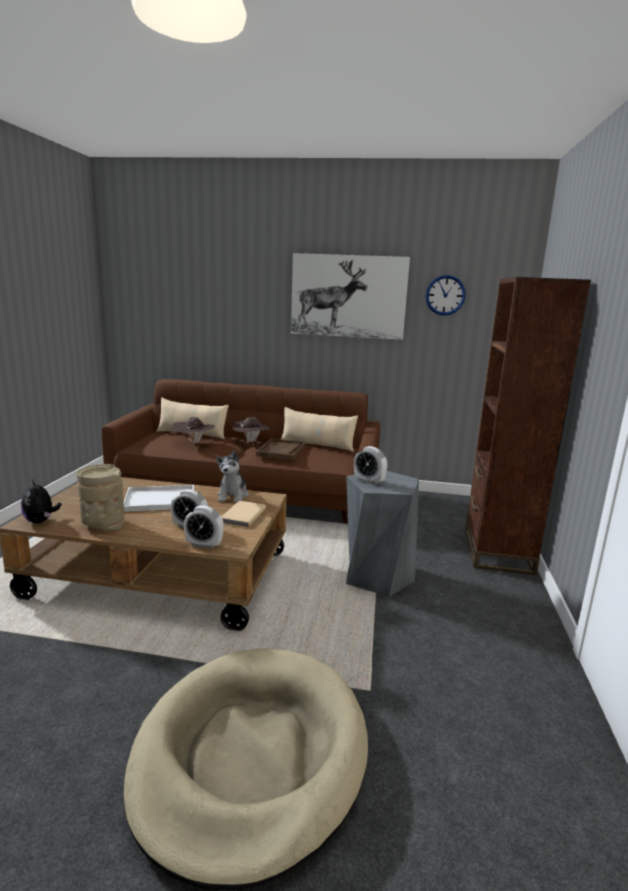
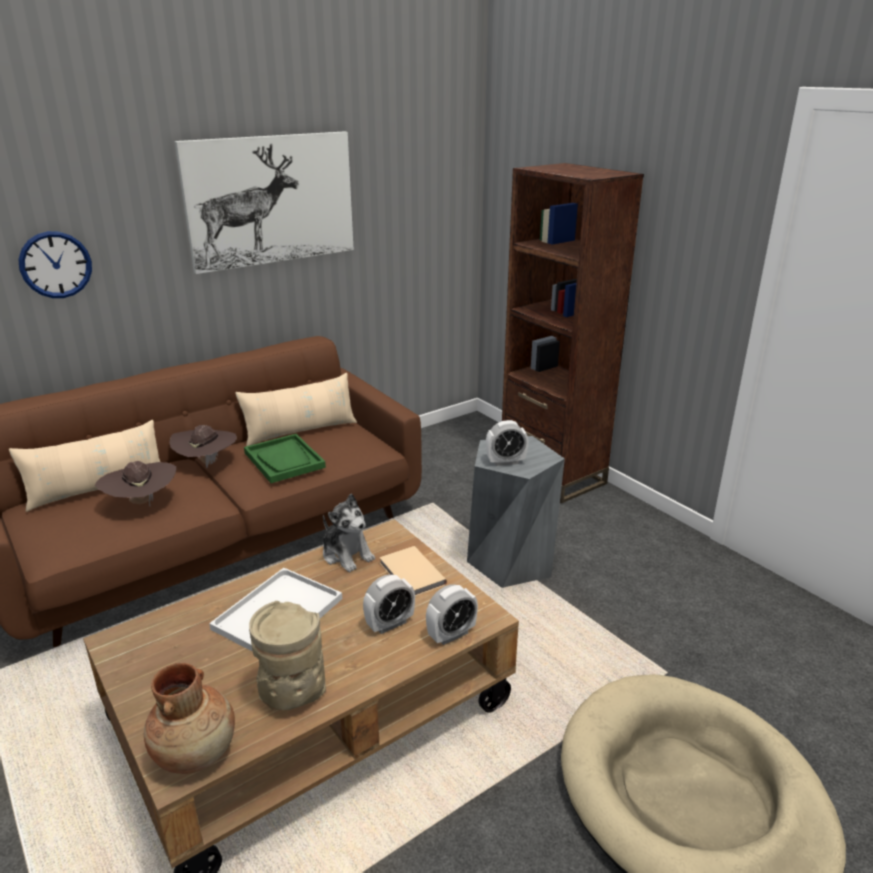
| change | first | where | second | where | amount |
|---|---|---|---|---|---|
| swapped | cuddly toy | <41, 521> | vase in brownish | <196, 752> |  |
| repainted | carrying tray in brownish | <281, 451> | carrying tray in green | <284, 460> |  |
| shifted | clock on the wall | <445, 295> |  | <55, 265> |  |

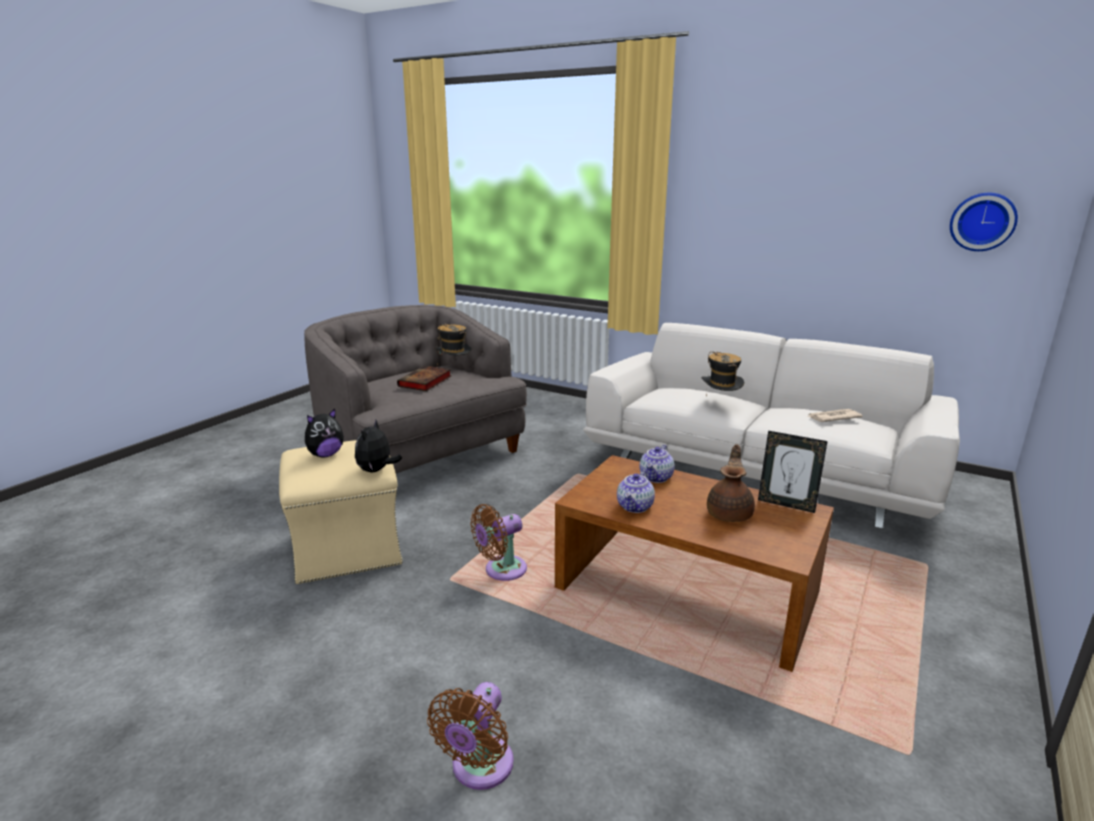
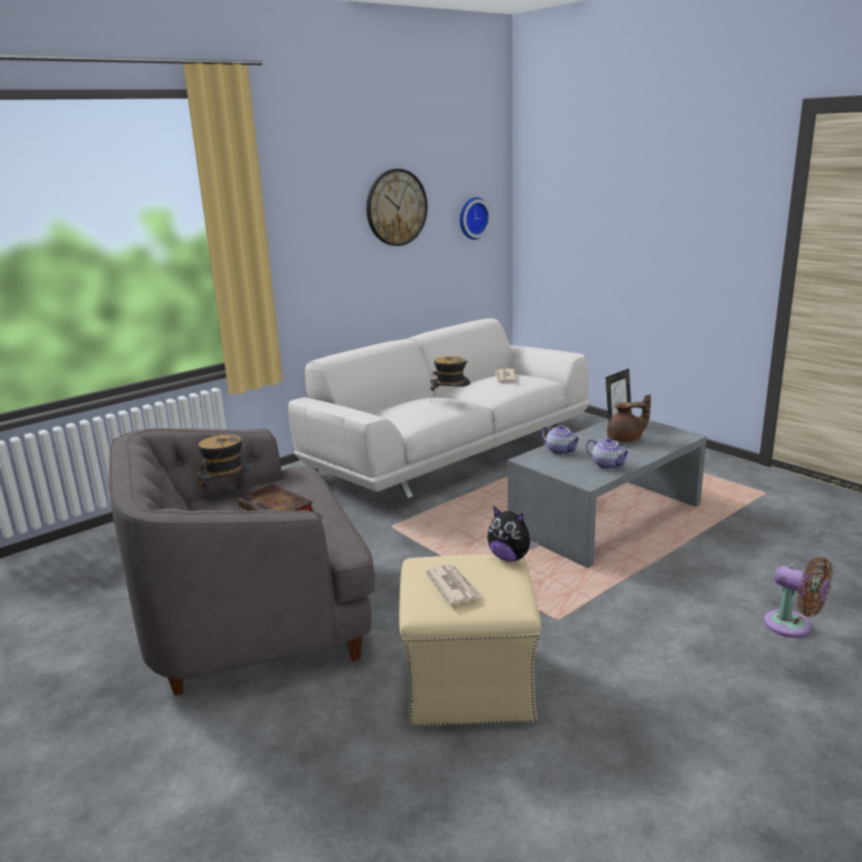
| change | first | where | second | where | amount |
|---|---|---|---|---|---|
| swapped | cuddly toy | <325, 455> | printed paper | <453, 586> |  |
| gone | electric fan in brownish | <501, 570> |  |  |  |
| repainted | lounge table in brownish | <686, 589> | lounge table in grey | <605, 517> |  |
| rotated | teapot in brownish | <730, 513> |  | <626, 439> | 135 degrees clockwise |
| new |  |  | clock on the wall | <396, 207> |  |

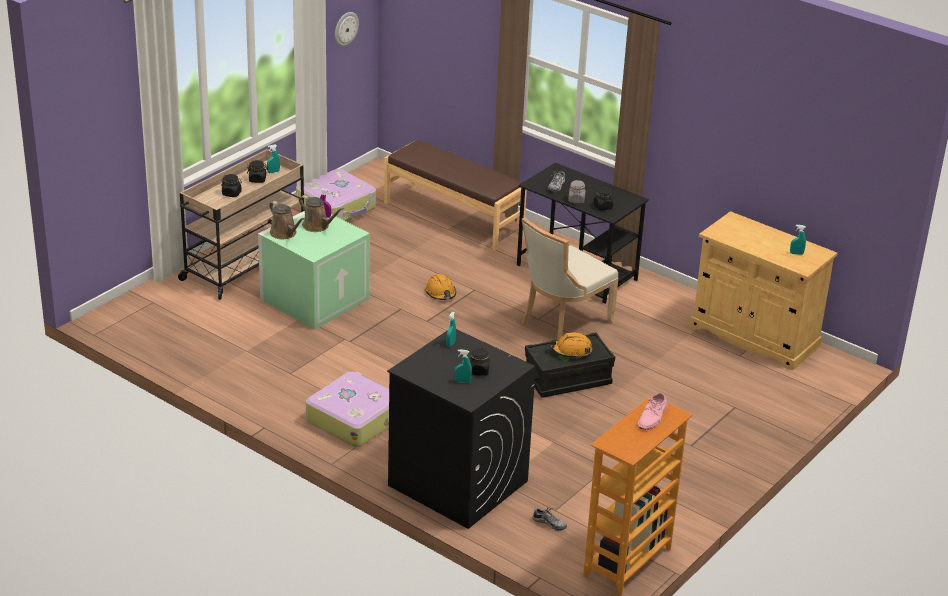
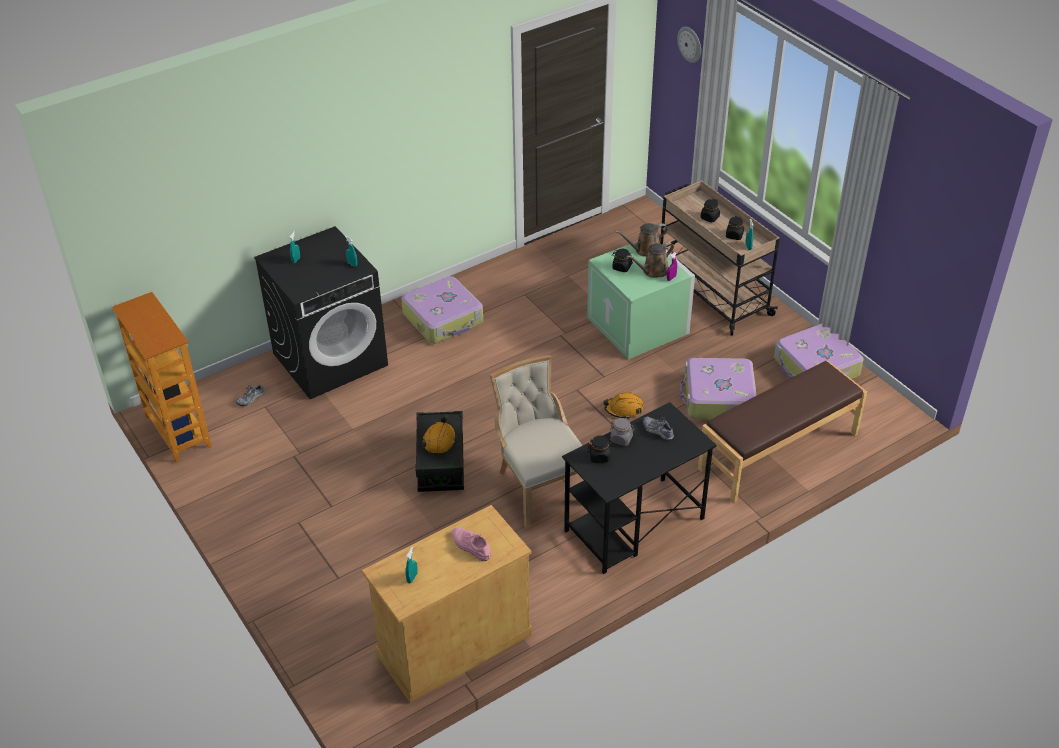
| change | first | where | second | where | amount |
|---|---|---|---|---|---|
| shifted | clock on the wall | <345, 28> |  | <690, 44> |  |
| shifted | preserve jar in black-coloured | <479, 371> |  | <621, 267> |  |
| shifted | low shoe in pinkish | <652, 417> |  | <470, 546> |  |
| new |  |  | travel case | <718, 398> |  |

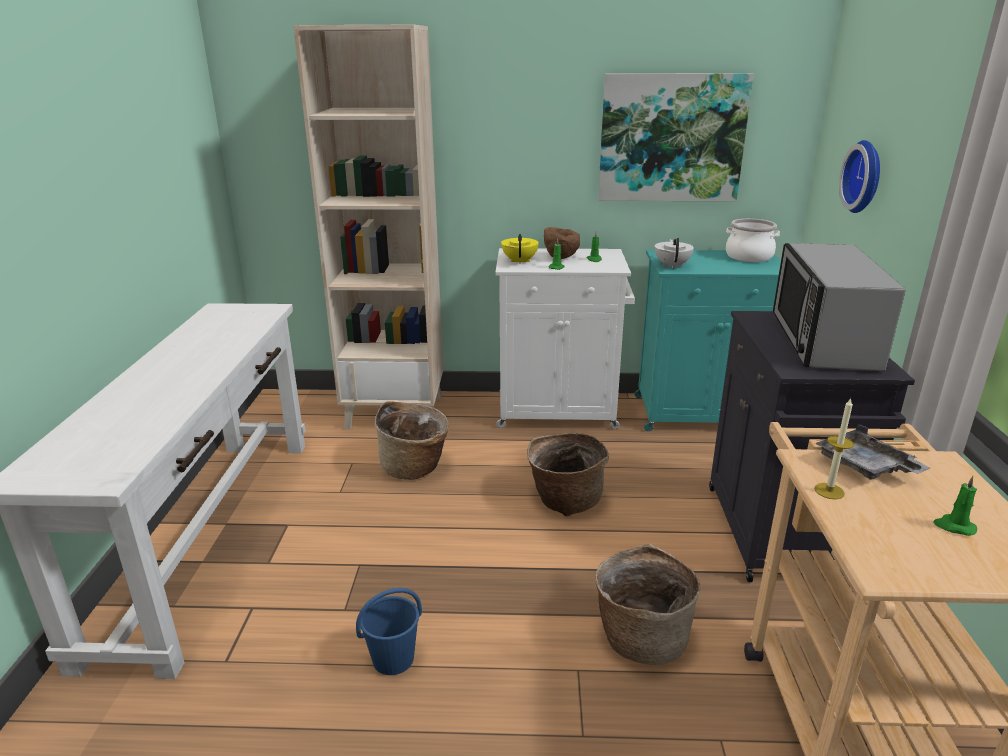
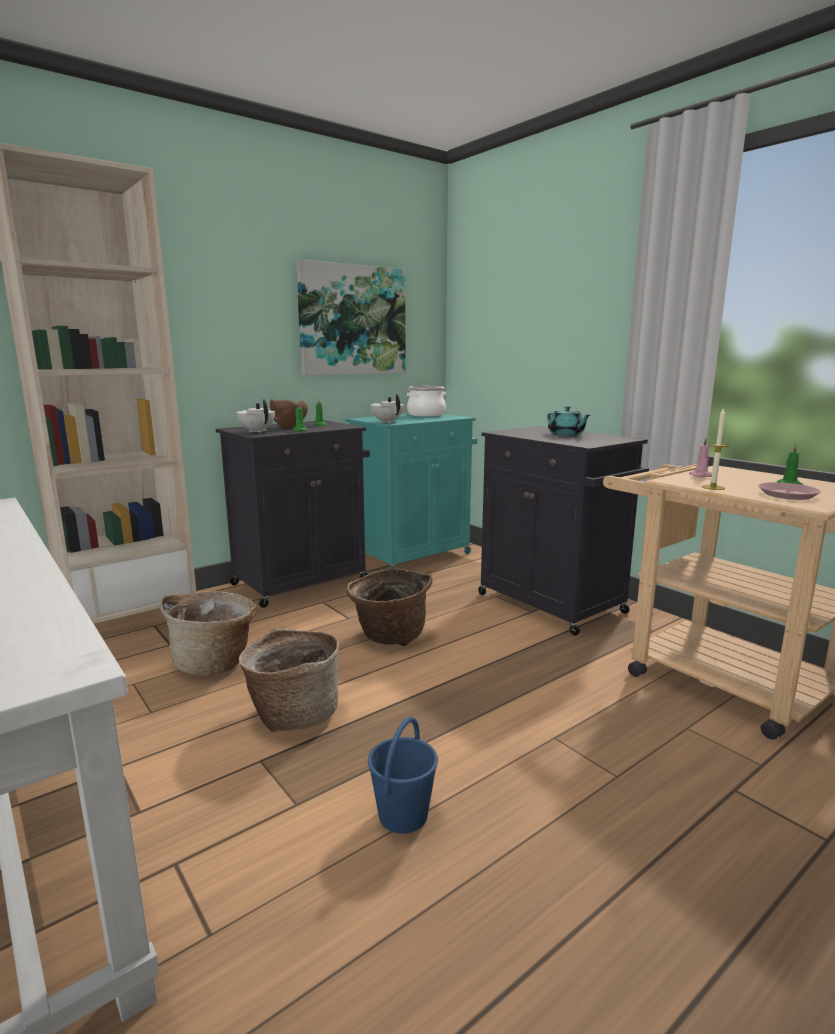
| change | first | where | second | where | amount |
|---|---|---|---|---|---|
| repainted | cupboard in white-coloured | <559, 411> | cupboard in black-coloured | <302, 581> |  |
| repainted | teapot in yellowish | <520, 261> | teapot in white-coloured | <257, 431> |  |
| shifted | storage basket | <641, 637> |  | <293, 714> |  |
| swapped | kitchen microwave | <822, 341> | teapot in blue-green | <566, 434> |  |
| swapped | carrying tray in grey | <865, 466> | wax light in pinkish | <702, 475> |  |
| gone | clock on the wall | <865, 177> |  |  |  |
| new |  |  | flat dish in pinkish | <787, 495> |  |

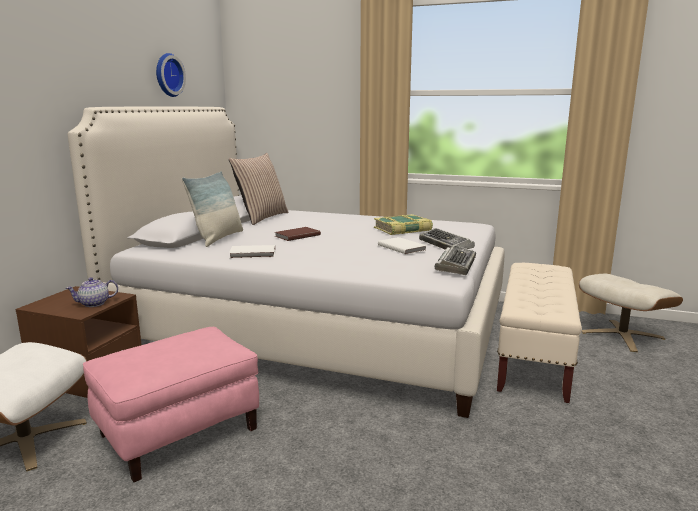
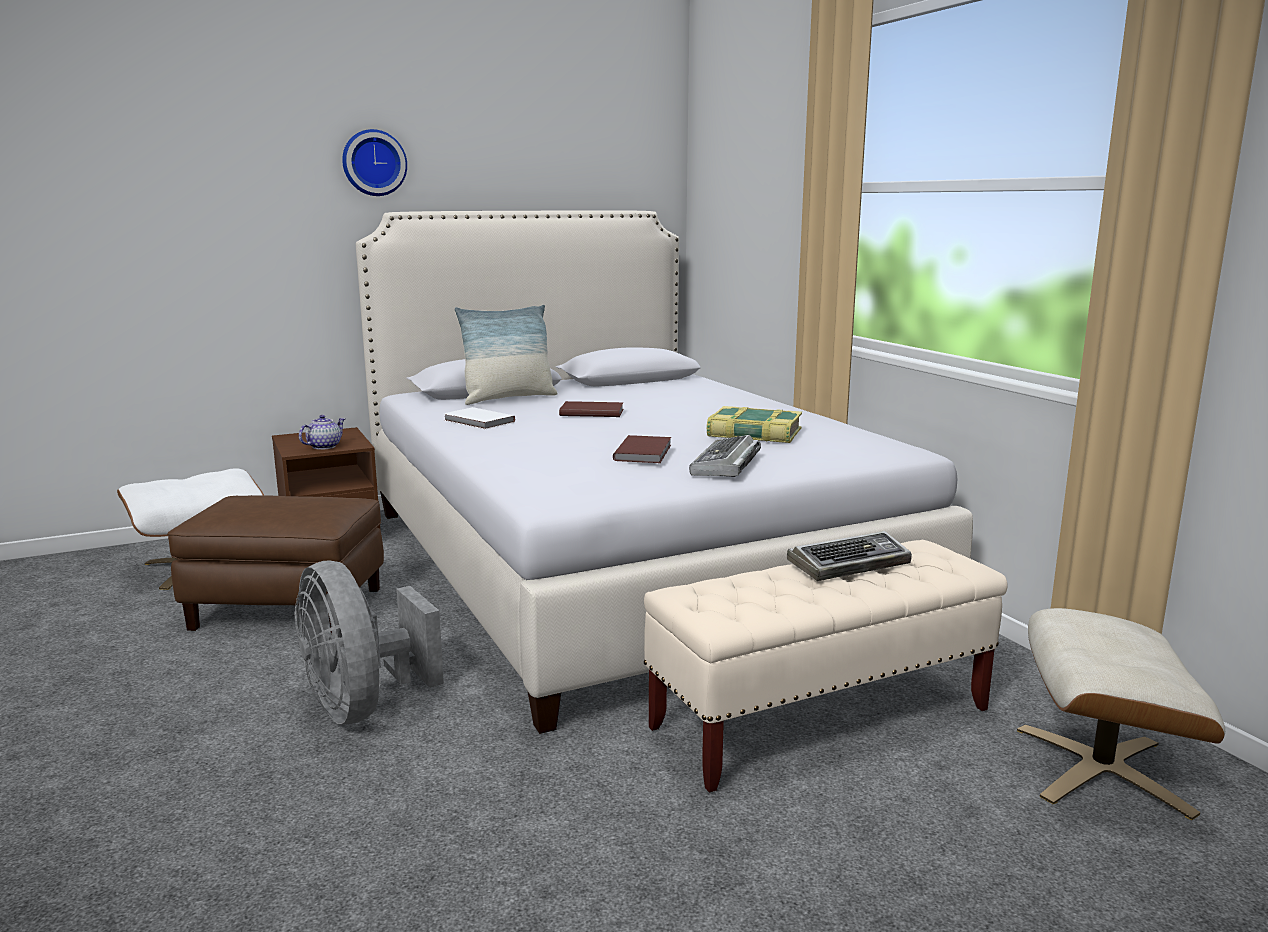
| change | first | where | second | where | amount |
|---|---|---|---|---|---|
| rotated | teapot | <94, 304> |  | <324, 446> | 105 degrees clockwise |
| repainted | footrest in pinkish | <179, 431> | footrest in brownish | <289, 608> |  |
| shifted | clock on the wall | <167, 75> |  | <374, 163> |  |
| gone | pillow | <261, 217> |  |  |  |
| repainted | book in white-coloured | <402, 247> | book in brownish | <645, 452> |  |
| shifted | PC keyboard | <455, 265> |  | <849, 564> |  |
| new |  |  | electric fan in grey | <362, 706> |  |

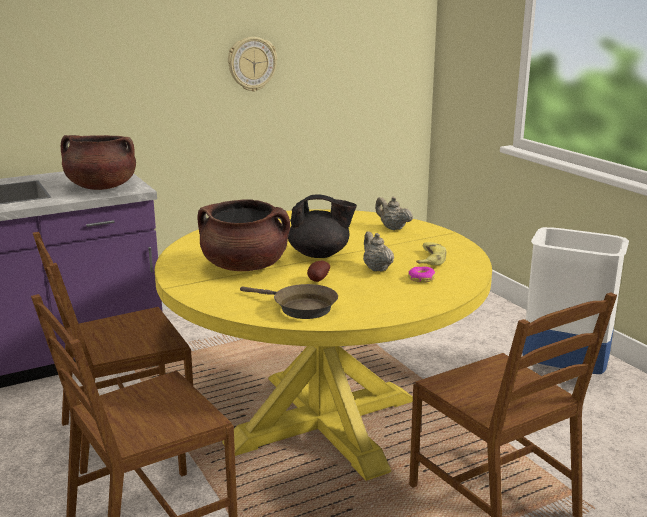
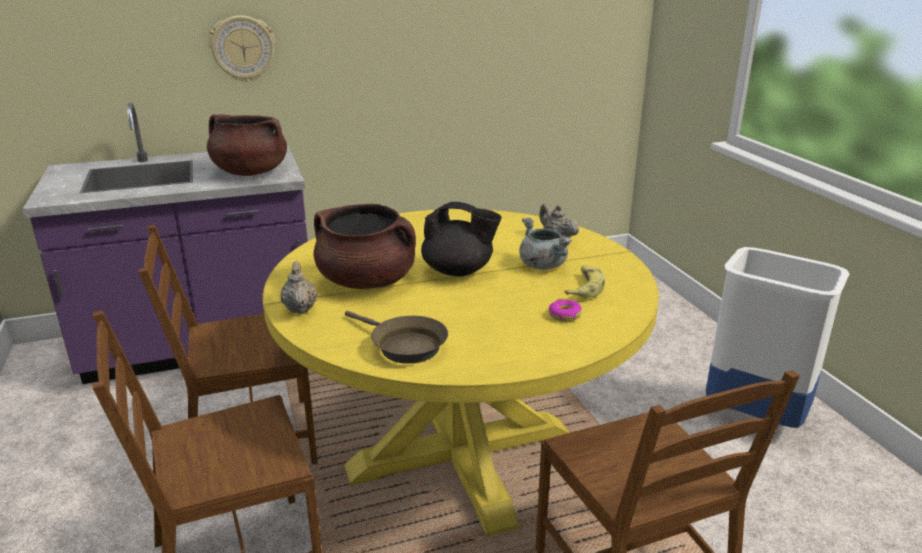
| change | first | where | second | where | amount |
|---|---|---|---|---|---|
| shifted | clock on the wall | <252, 64> |  | <243, 48> |  |
| gone | potato | <317, 280> |  |  |  |
| shifted | teapot in sand-coloured | <376, 268> |  | <300, 308> |  |
| new |  |  | cooking pot in grey | <542, 265> |  |

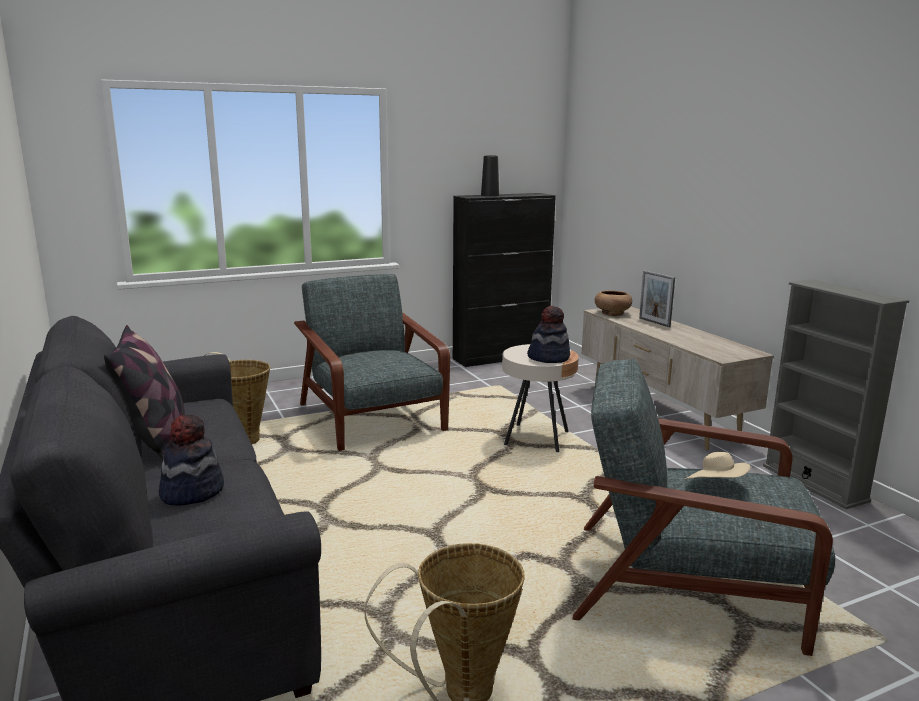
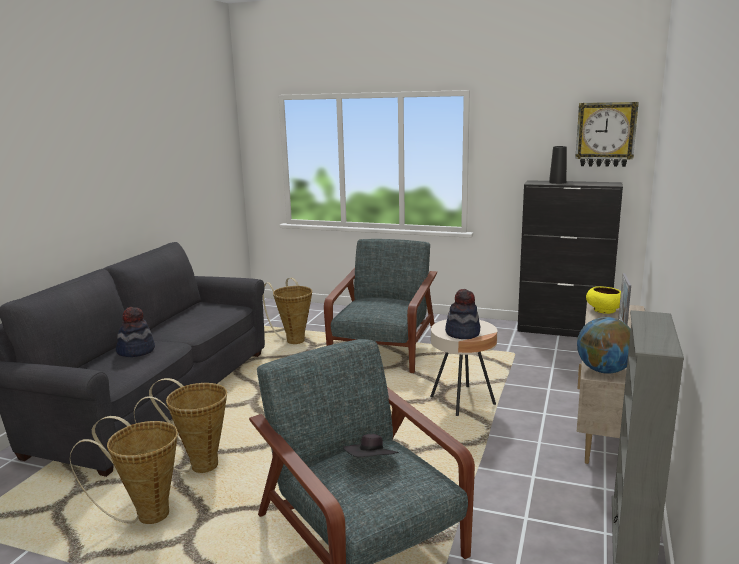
| change | first | where | second | where | amount |
|---|---|---|---|---|---|
| gone | pillow | <156, 440> |  |  |  |
| repainted | bowl in brownish | <612, 313> | bowl in yellowish | <604, 310> |  |
| repainted | hat in sand-coloured | <716, 487> | hat in black-coloured | <371, 464> |  |
| new |  |  | storage basket | <197, 466> |  |
| new |  |  | clock on the wall | <605, 134> |  |
| new |  |  | world globe | <604, 370> |  |

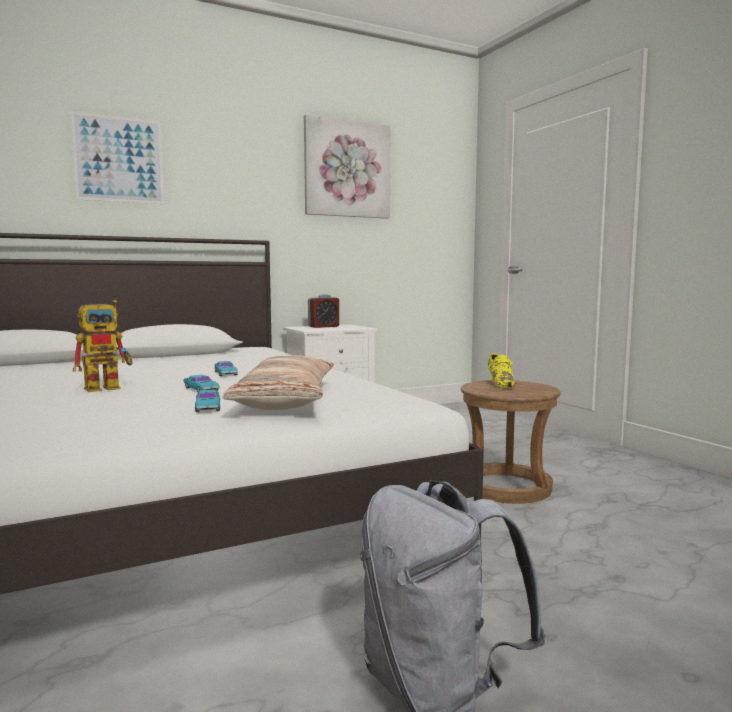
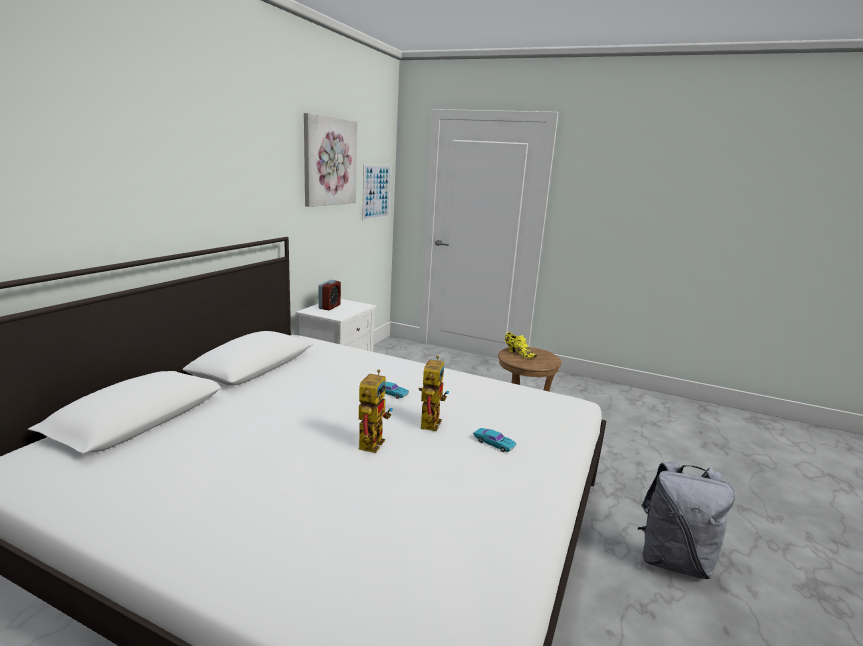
| change | first | where | second | where | amount |
|---|---|---|---|---|---|
| shifted | wall picture | <119, 159> |  | <376, 192> |  |
| swapped | toy car in blue-green | <201, 389> | robot figure | <429, 421> |  |
| gone | pillow | <287, 400> |  |  |  |

